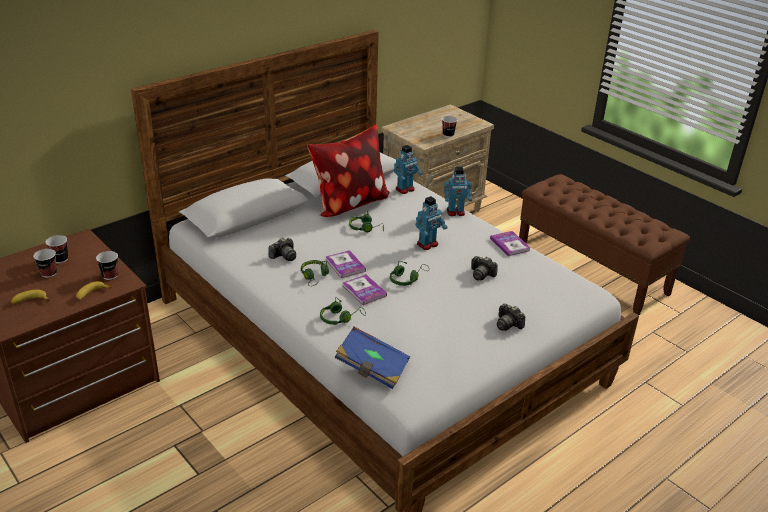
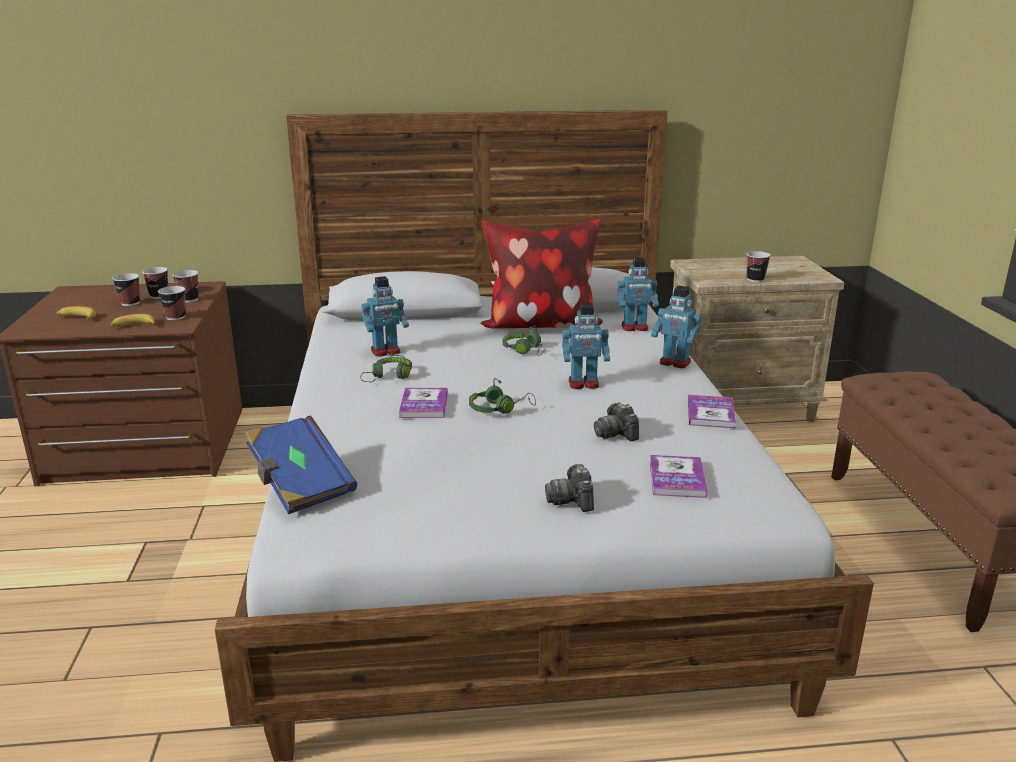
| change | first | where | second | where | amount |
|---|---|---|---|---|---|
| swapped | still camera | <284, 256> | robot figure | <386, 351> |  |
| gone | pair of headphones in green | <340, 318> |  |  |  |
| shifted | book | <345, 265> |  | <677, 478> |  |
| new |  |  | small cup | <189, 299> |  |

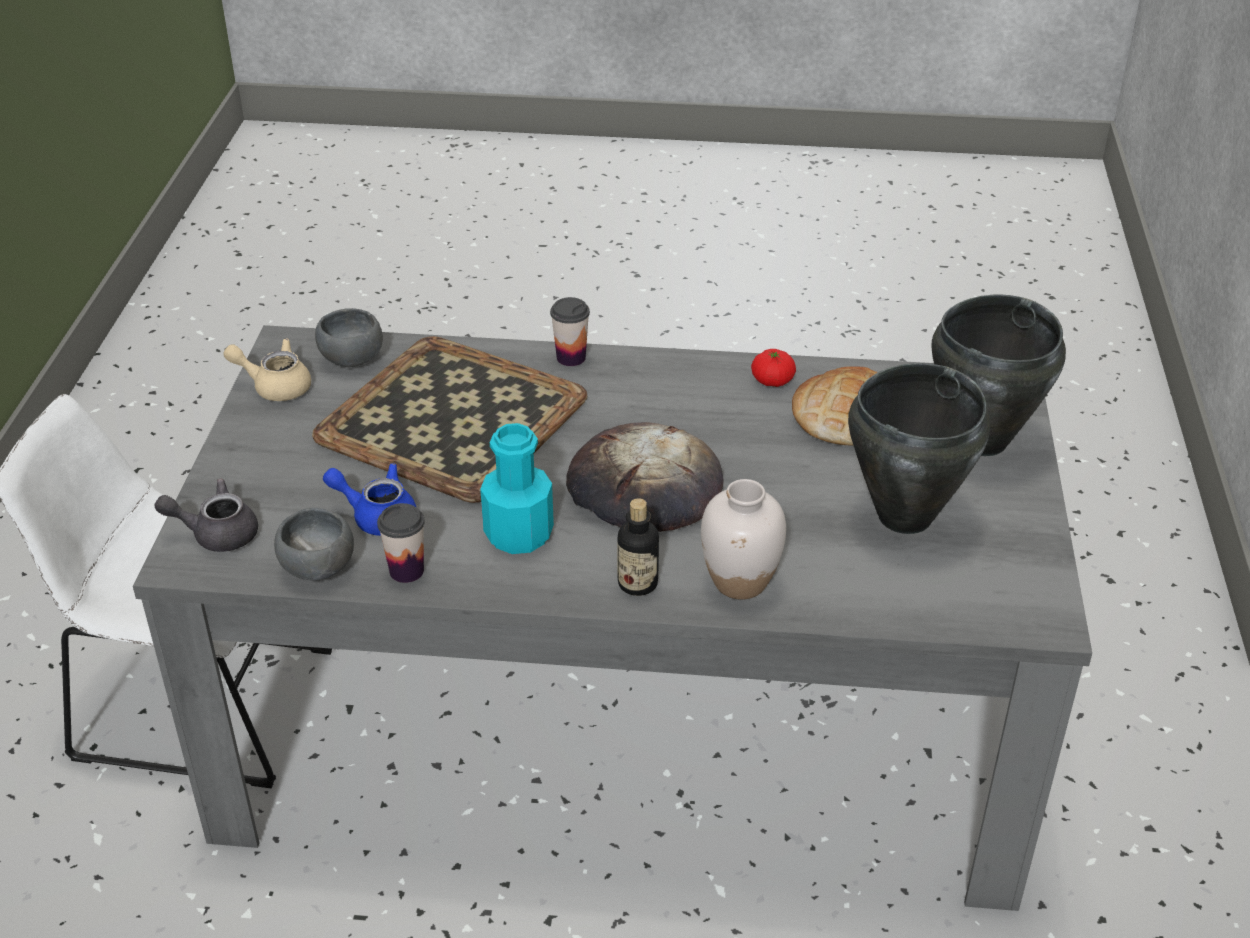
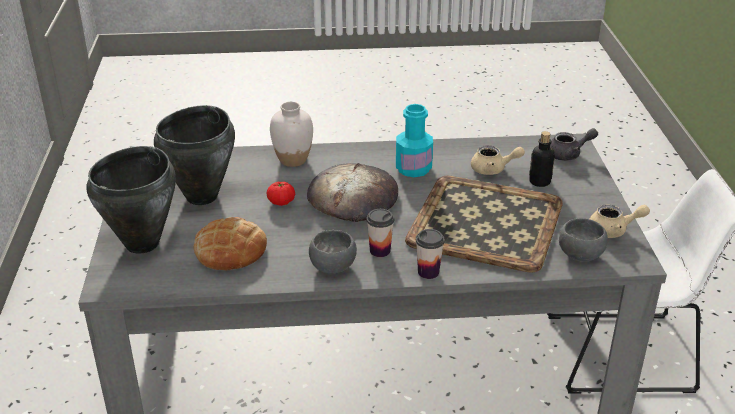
| change | first | where | second | where | amount |
|---|---|---|---|---|---|
| shifted | bowl in grey | <316, 568> |  | <334, 266> |  |
| repainted | teapot in blue-coloured | <377, 516> | teapot in sand-coloured | <493, 169> |  |
| shifted | small cup | <406, 571> |  | <380, 251> |  |
| shifted | drink bottle | <637, 583> |  | <539, 182> |  |
| shifted | whole tomato | <772, 381> |  | <281, 202> |  |

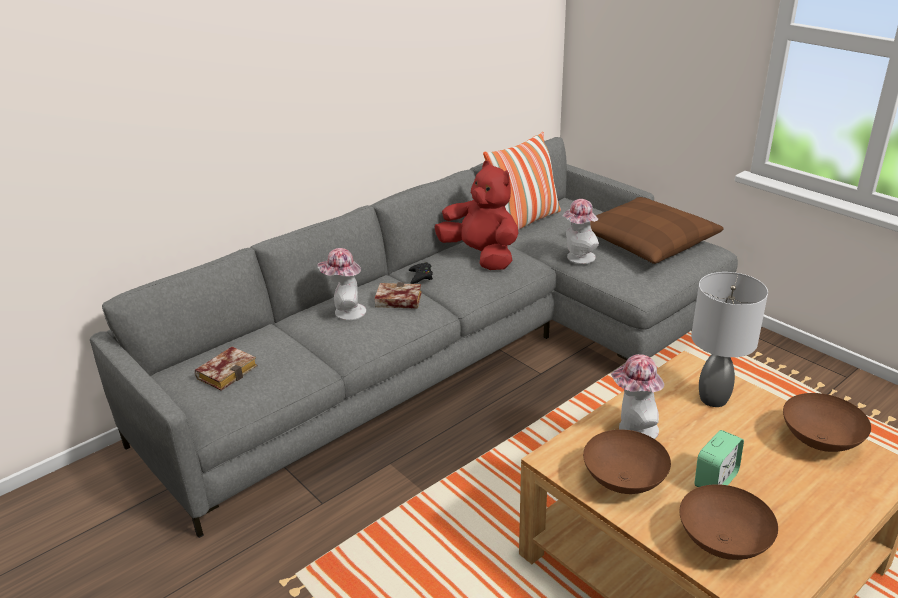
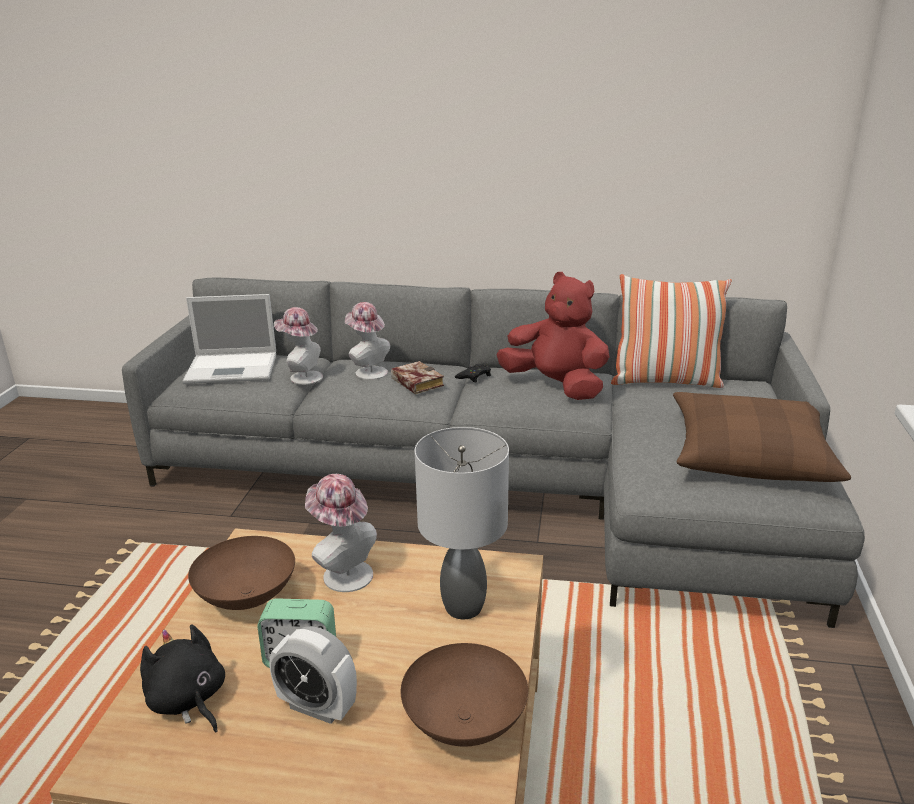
| change | first | where | second | where | amount |
|---|---|---|---|---|---|
| swapped | book | <228, 371> | notebook computer | <233, 368> |  |
| rotated | cuddly toy in red | <481, 256> |  | <556, 386> | 60 degrees counterclockwise |
| shifted | hat | <578, 258> |  | <302, 377> |  |
| swapped | bowl in brownish | <724, 544> | cuddly toy in black-coloured | <188, 701> |  |
| new |  |  | bedside clock | <317, 707> |  |

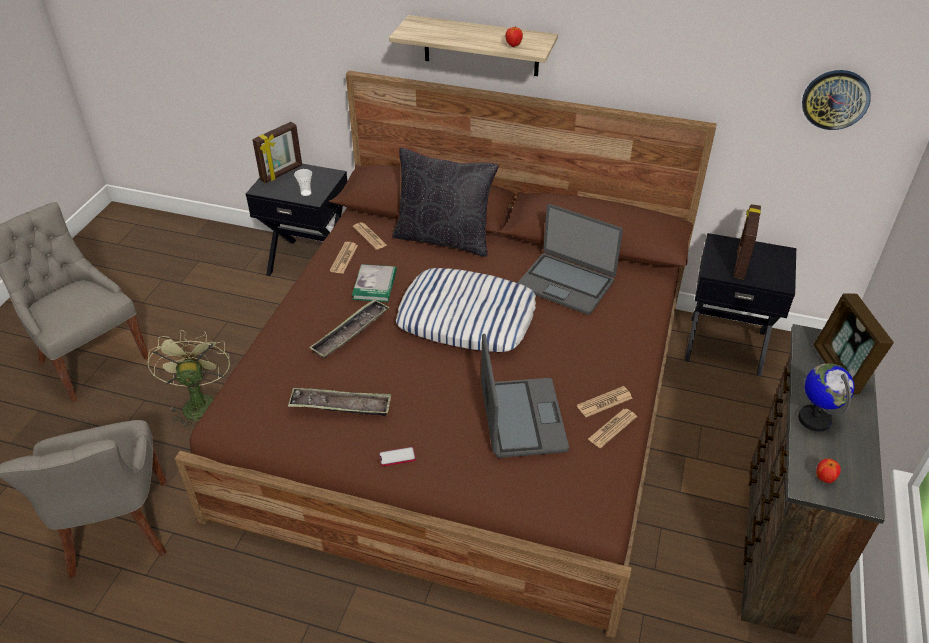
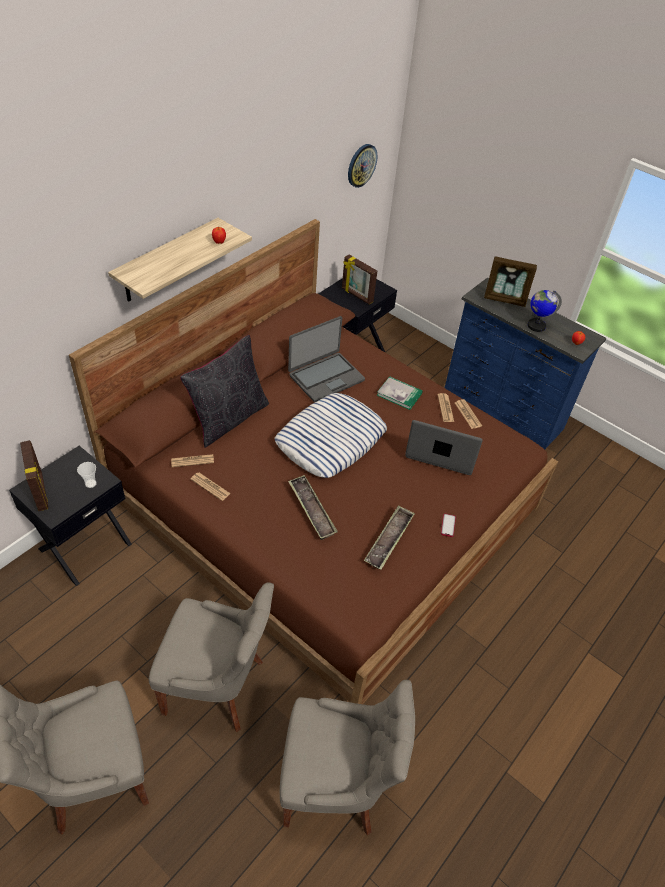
| change | first | where | second | where | amount |
|---|---|---|---|---|---|
| swapped | electric fan in green | <199, 402> | upright chair in grey | <217, 685> |  |
| shifted | book | <375, 285> |  | <399, 394> |  |
| repainted | chest of drawers in brownish | <776, 541> | chest of drawers in blue-coloured | <502, 410> |  |

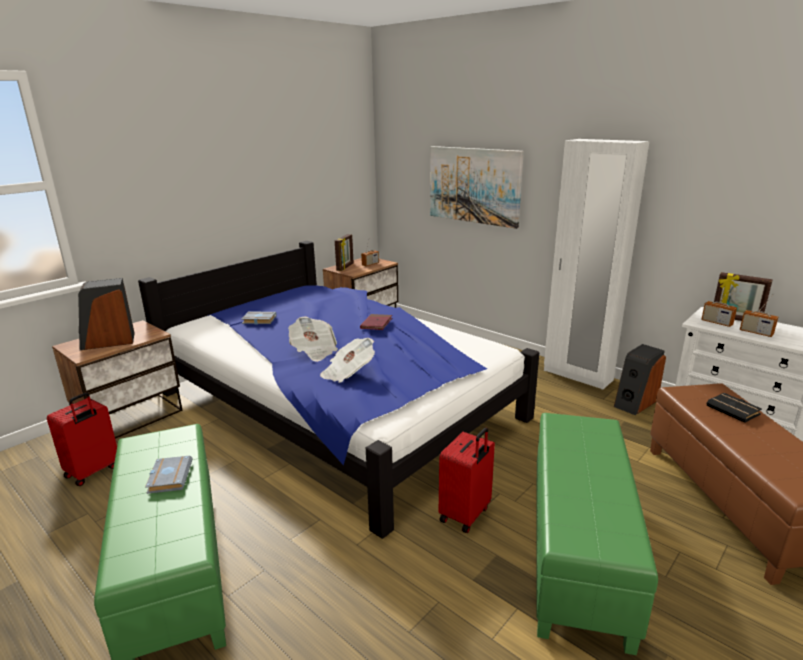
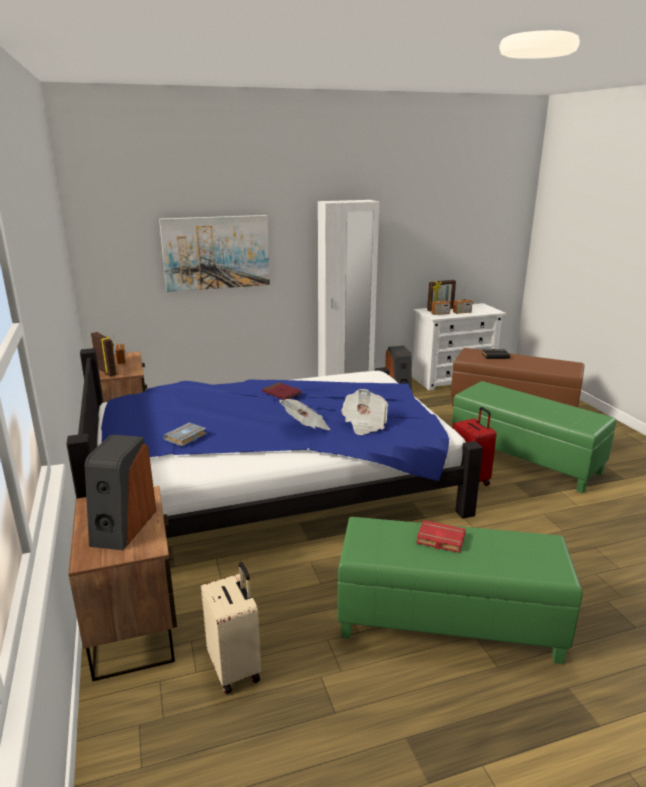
| change | first | where | second | where | amount |
|---|---|---|---|---|---|
| repainted | travel case in red | <93, 472> | travel case in sand-coloured | <236, 668> |  |
| repainted | book in grey | <169, 477> | book in red | <439, 540> |  |

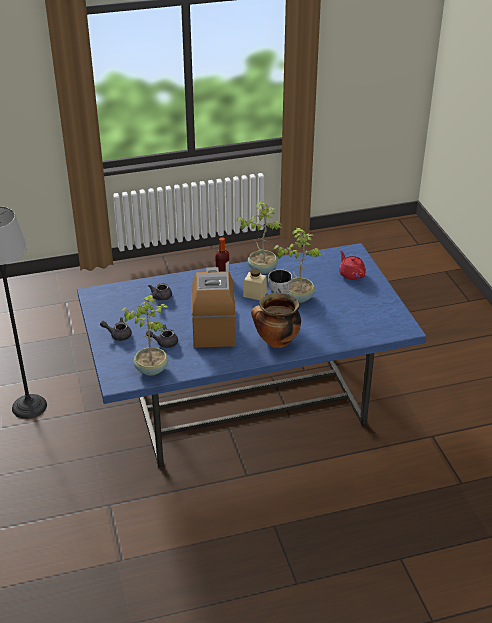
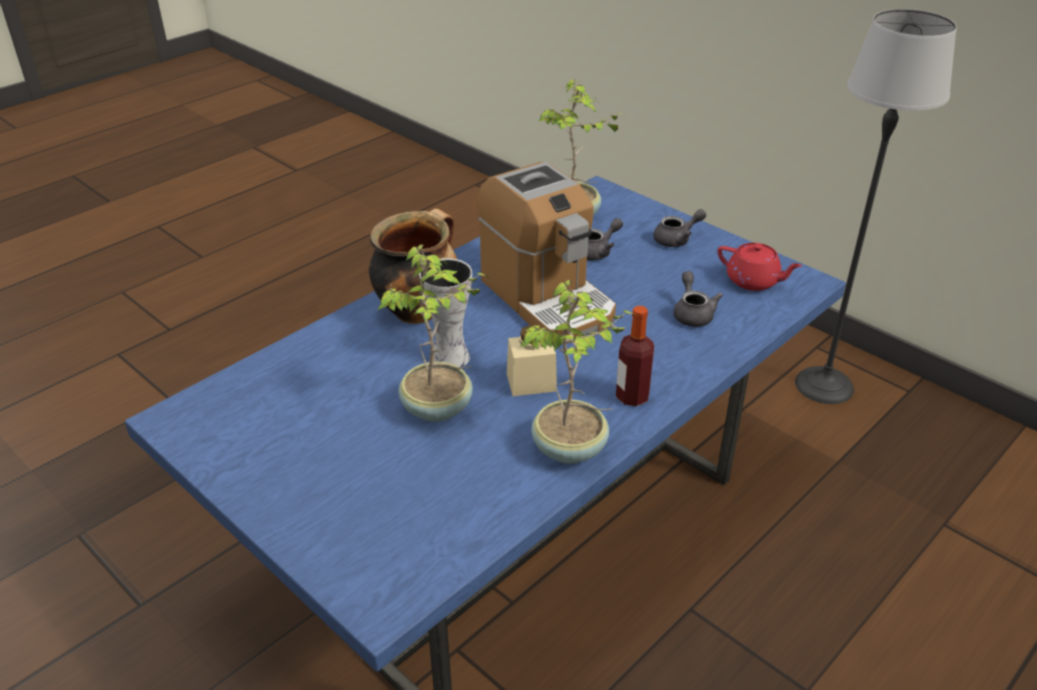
| change | first | where | second | where | amount |
|---|---|---|---|---|---|
| shifted | teapot in red | <351, 274> |  | <754, 281> |  |

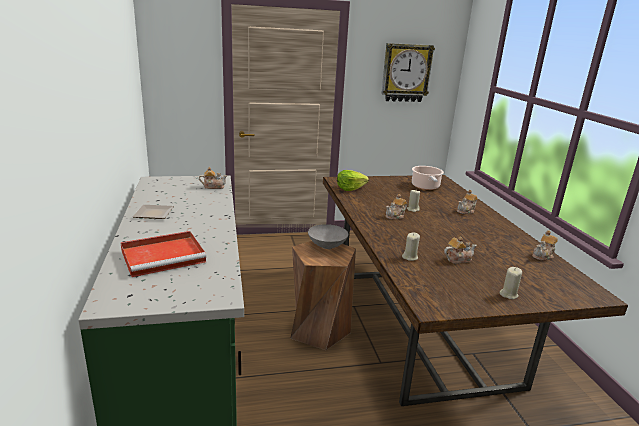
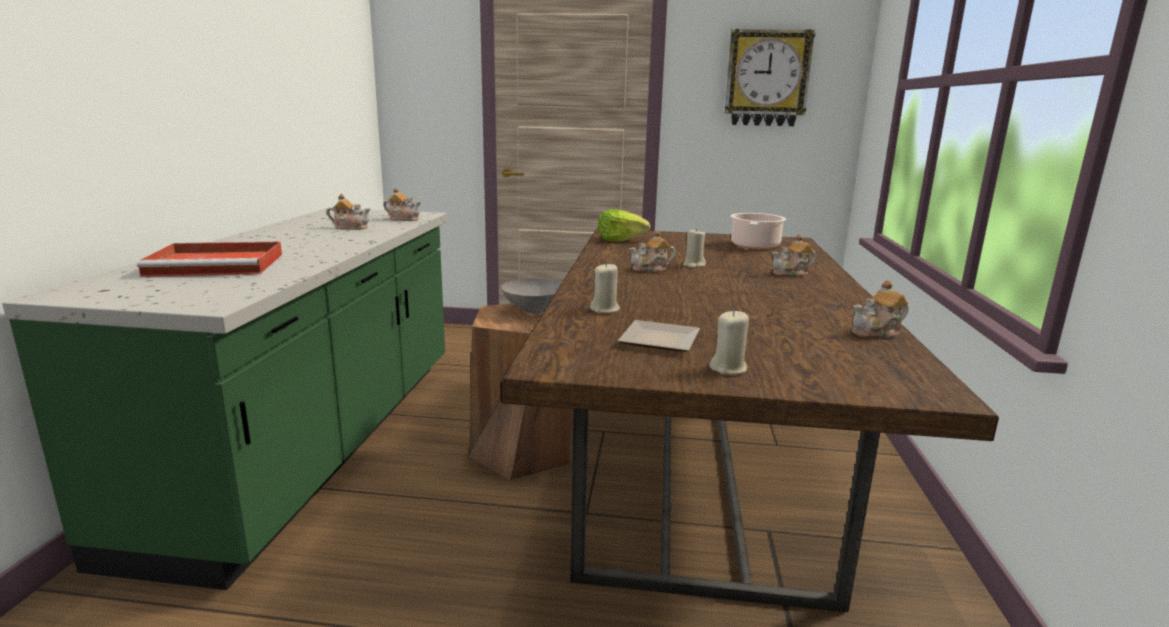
| change | first | where | second | where | amount |
|---|---|---|---|---|---|
| shifted | flat dish | <152, 214> |  | <656, 341> |  |
| shifted | teapot | <458, 259> |  | <350, 227> |  |

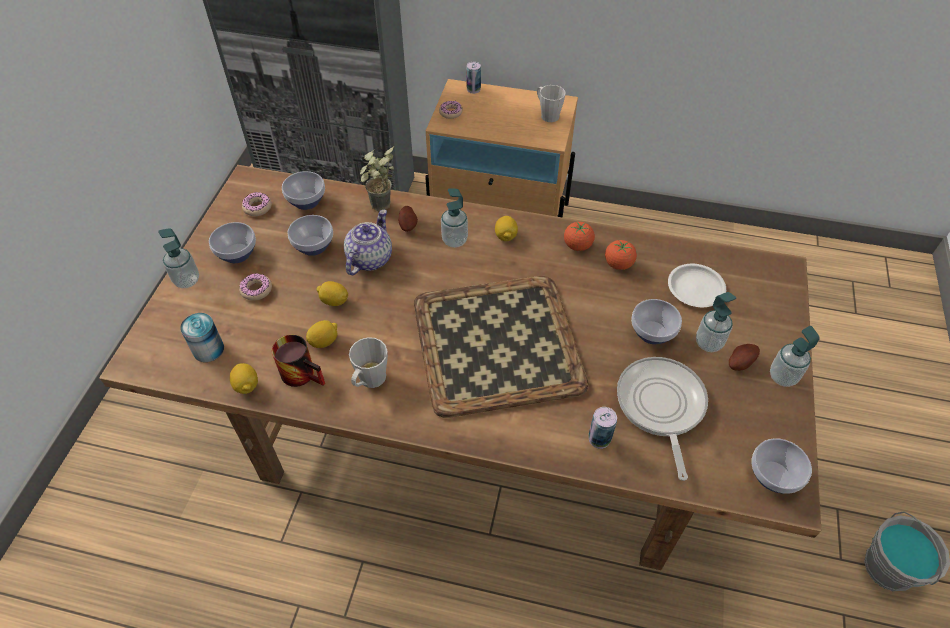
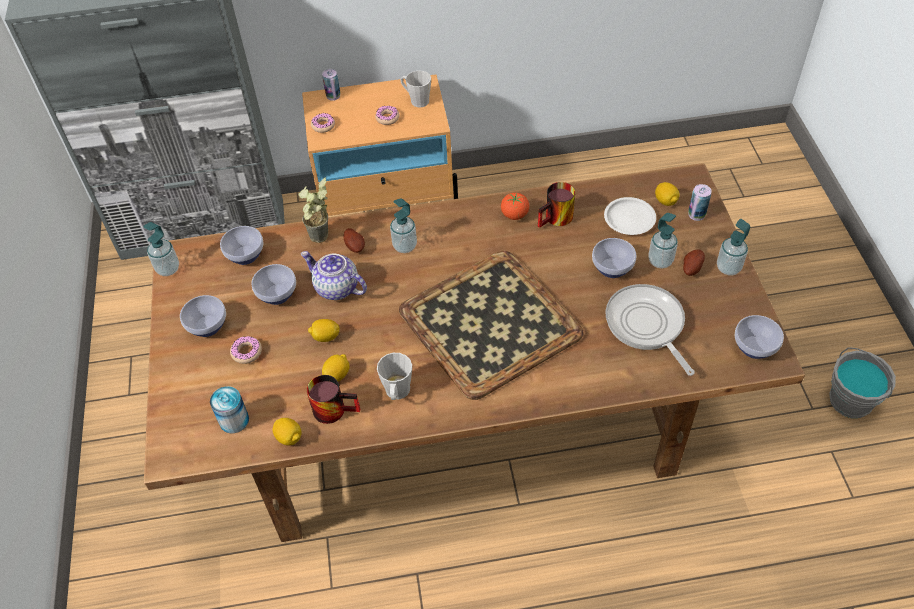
| change | first | where | second | where | amount |
|---|---|---|---|---|---|
| shifted | soap dispenser | <187, 280> |  | <168, 269> |  |
| shifted | doughnut | <257, 207> |  | <387, 118> |  |
| rotated | teapot | <369, 258> |  | <336, 288> | 60 degrees counterclockwise |
| shifted | whole lemon | <505, 236> |  | <665, 201> |  |
| shifted | can | <599, 439> |  | <696, 214> |  |
| swapped | whole tomato | <618, 264> | coffee mug | <557, 220> |  |

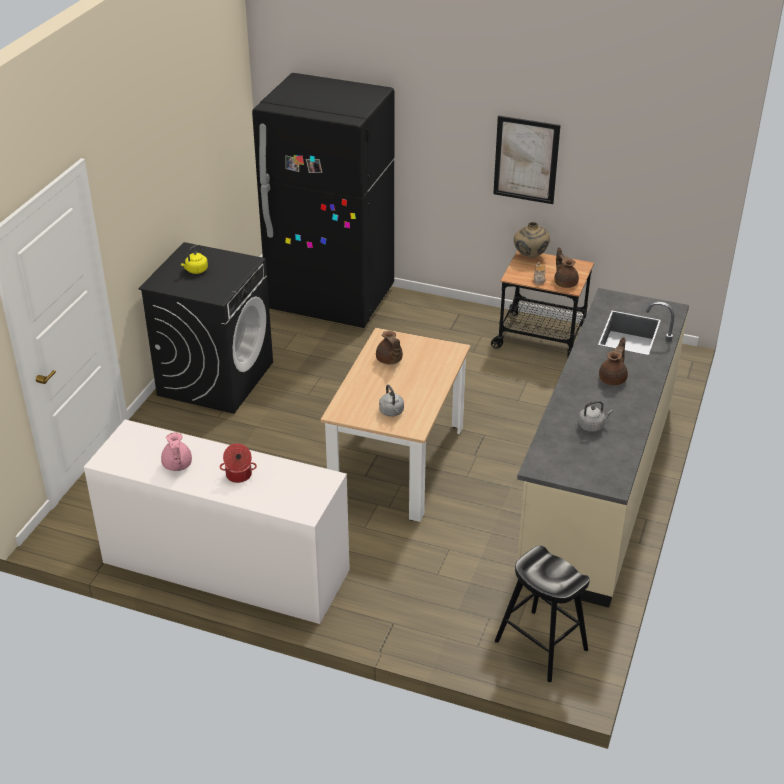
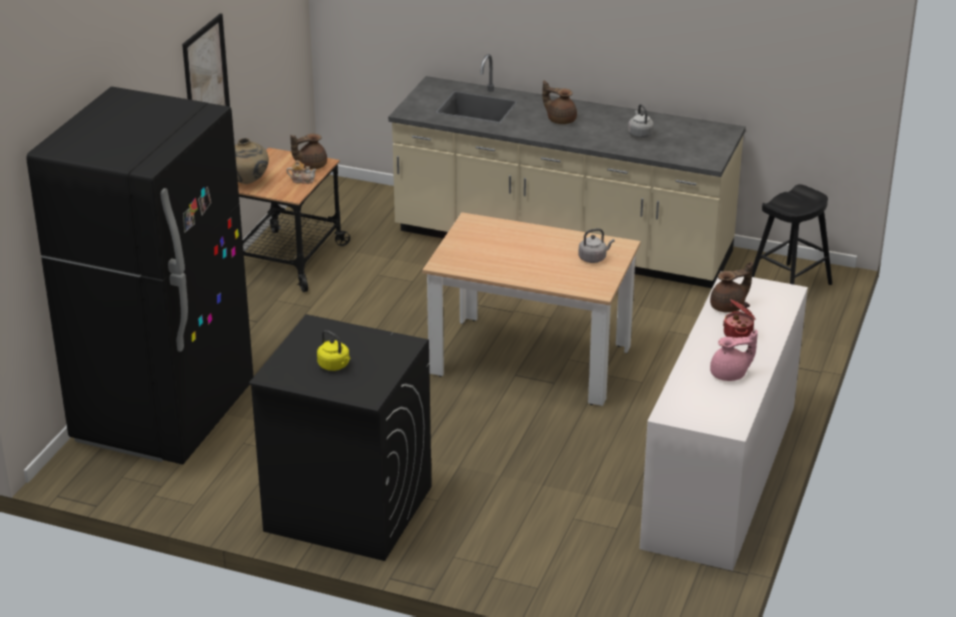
| change | first | where | second | where | amount |
|---|---|---|---|---|---|
| shifted | teapot in brownish | <389, 360> |  | <729, 307> |  |

